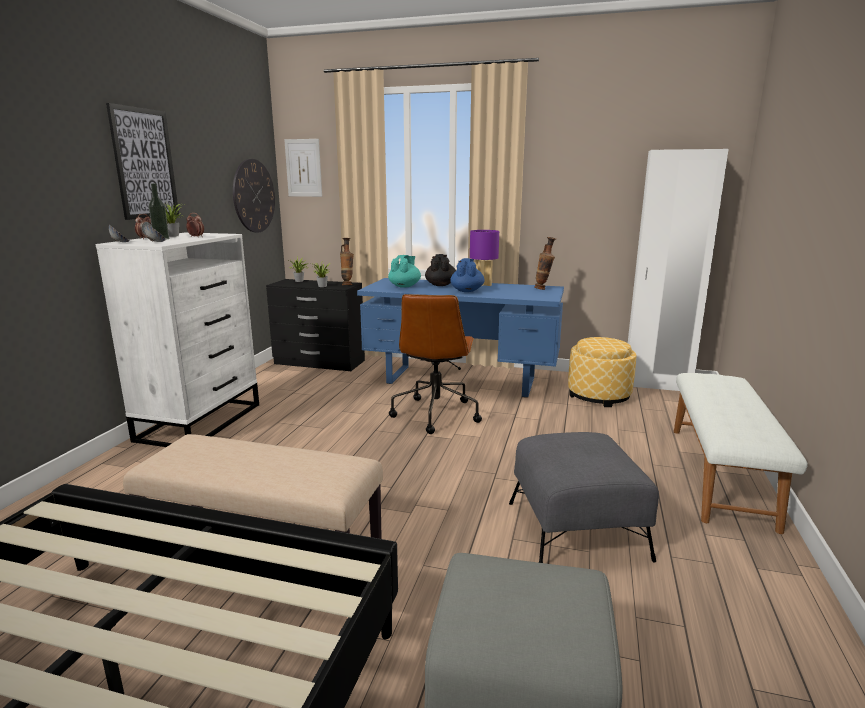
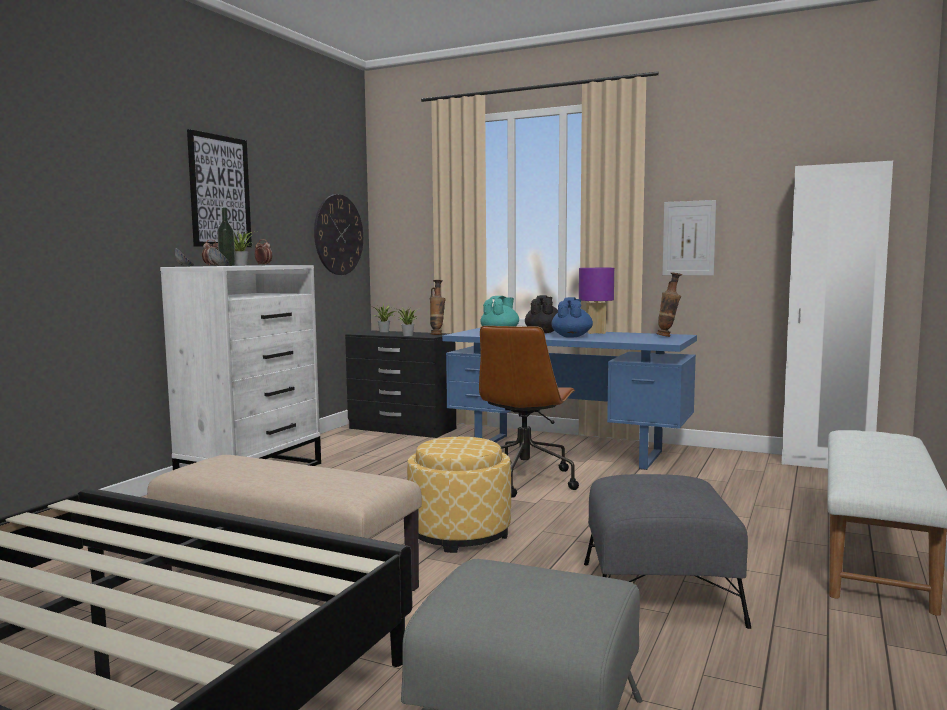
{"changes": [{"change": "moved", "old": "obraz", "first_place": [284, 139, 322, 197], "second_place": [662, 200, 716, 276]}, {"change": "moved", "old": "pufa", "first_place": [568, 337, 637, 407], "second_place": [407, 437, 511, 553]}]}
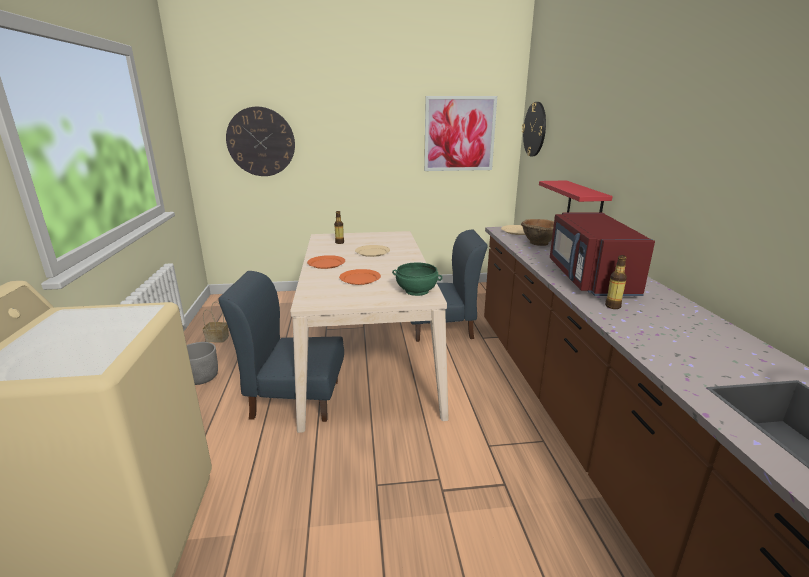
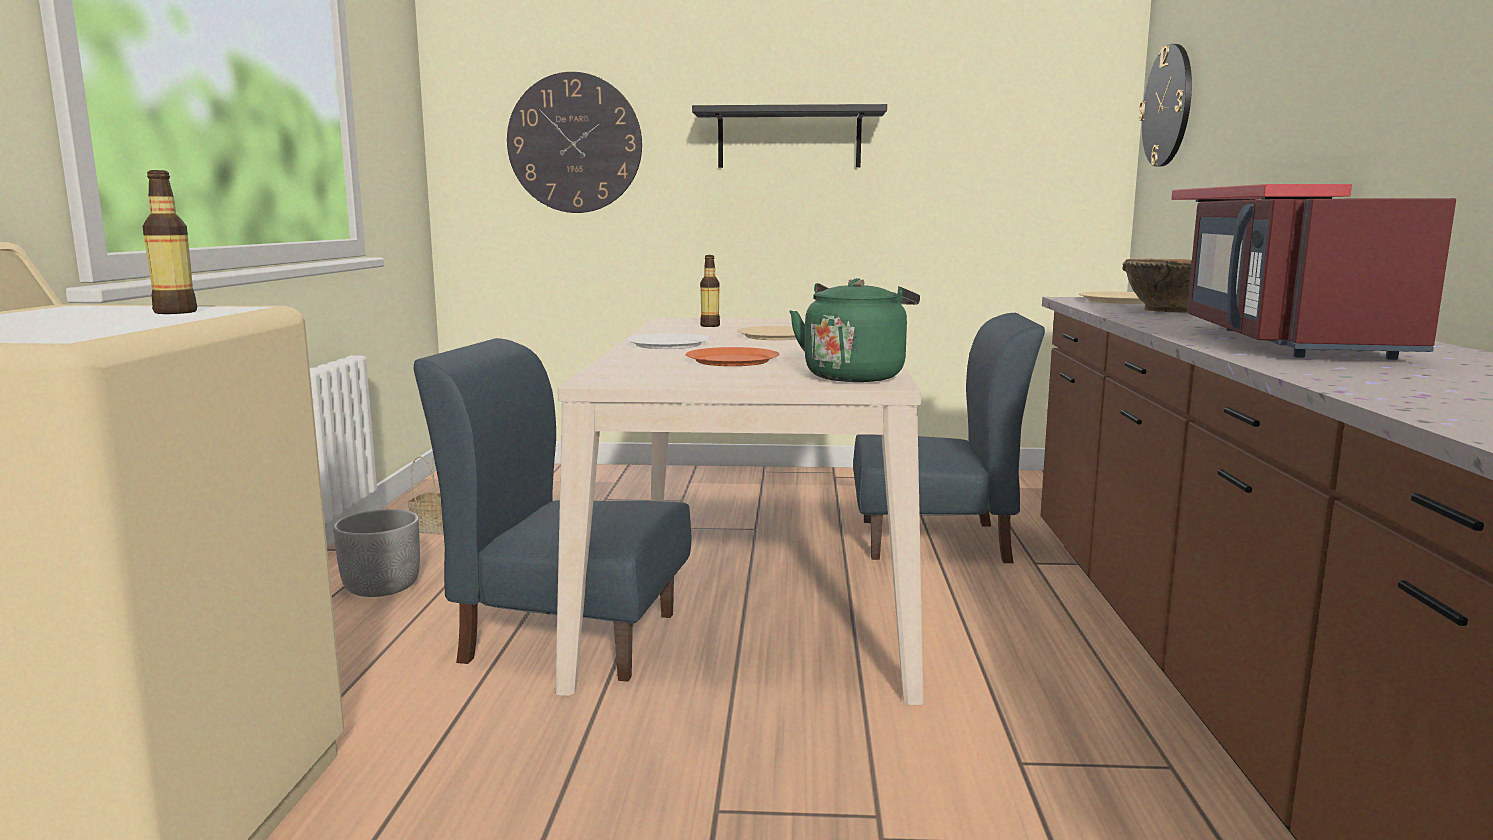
{"changes": [{"change": "recoloured", "old": "talerz [pomarańczowy]", "new": "talerz [biały]", "first_place": [307, 255, 345, 269], "second_place": [626, 333, 710, 349]}, {"change": "replaced", "old": "miska [zielony]", "new": "czajnik [zielony]", "first_place": [392, 263, 442, 296], "second_place": [789, 278, 920, 382]}, {"change": "removed", "old": "obraz", "first_place": [424, 96, 497, 171]}, {"change": "moved", "old": "butelka", "first_place": [605, 255, 627, 309], "second_place": [143, 170, 197, 314]}, {"change": "added", "new": "półka [czarny]", "second_place": [692, 104, 887, 168]}]}
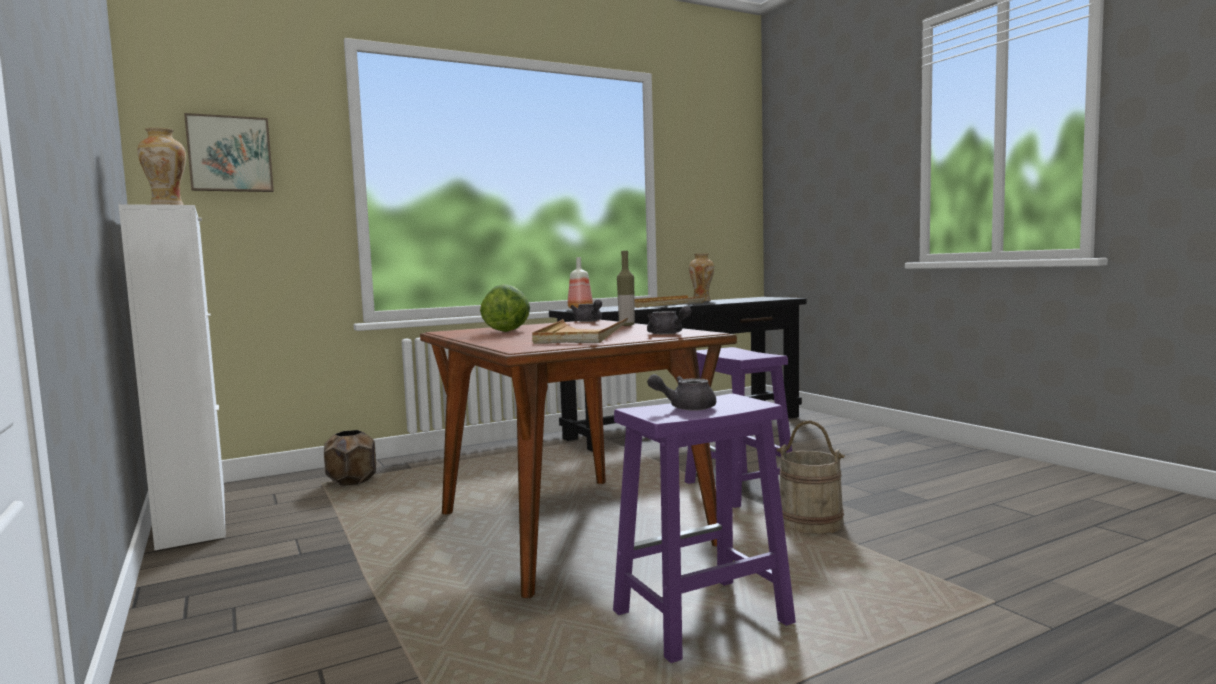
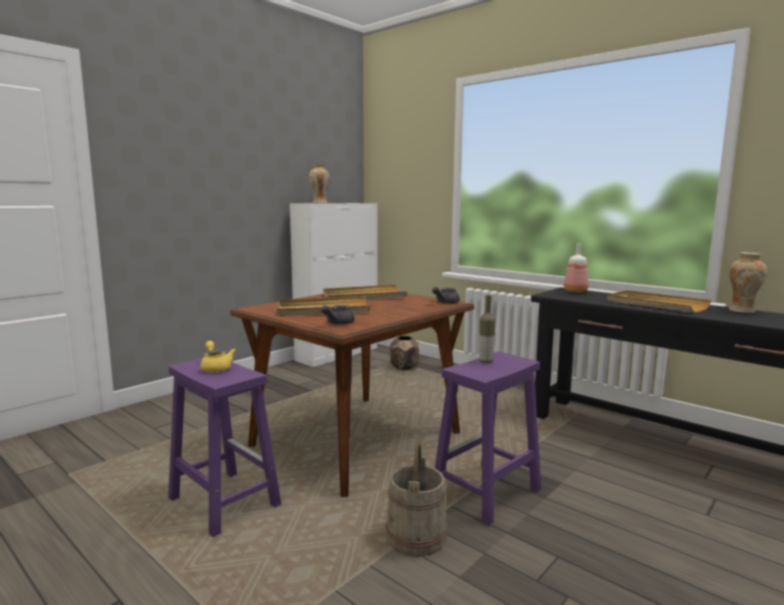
{"changes": [{"change": "removed", "old": "obraz", "first_place": [184, 113, 274, 192]}, {"change": "replaced", "old": "sałata", "new": "taca [beżowy]", "first_place": [480, 284, 530, 332], "second_place": [323, 285, 407, 300]}, {"change": "moved", "old": "butelka", "first_place": [617, 251, 635, 326], "second_place": [479, 295, 496, 363]}, {"change": "recoloured", "old": "imbryk [szary]", "new": "imbryk [żółty]", "first_place": [647, 374, 716, 411], "second_place": [200, 341, 236, 373]}]}
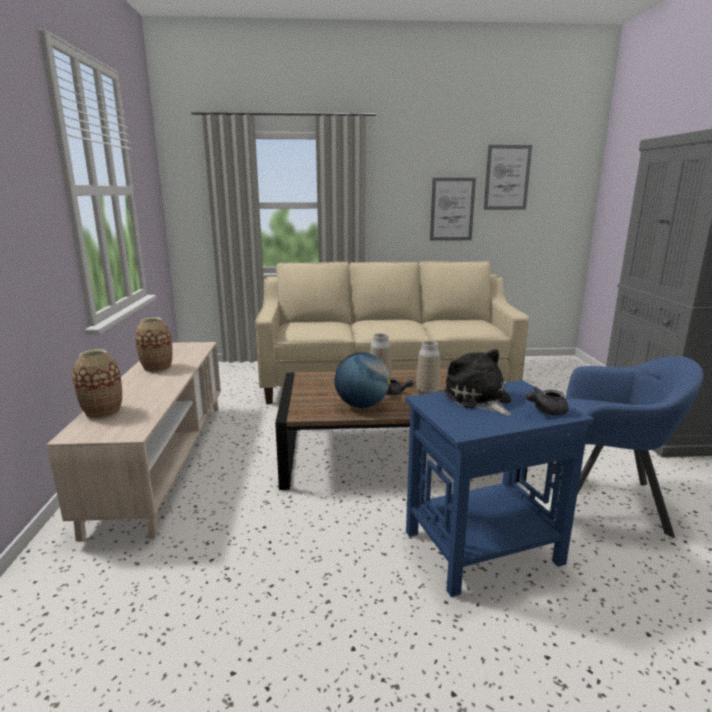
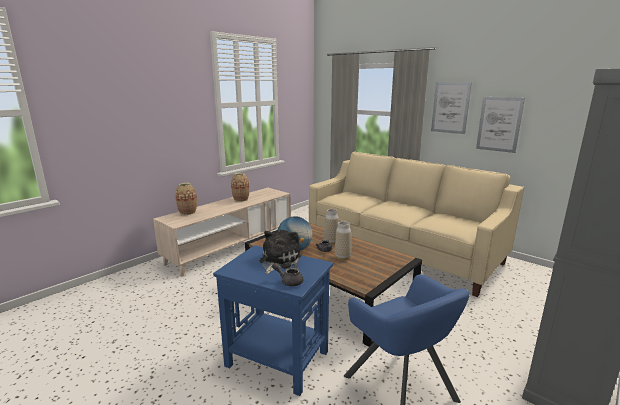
{"changes": [{"change": "moved", "old": "obraz", "first_place": [484, 145, 532, 210], "second_place": [431, 82, 472, 134]}]}
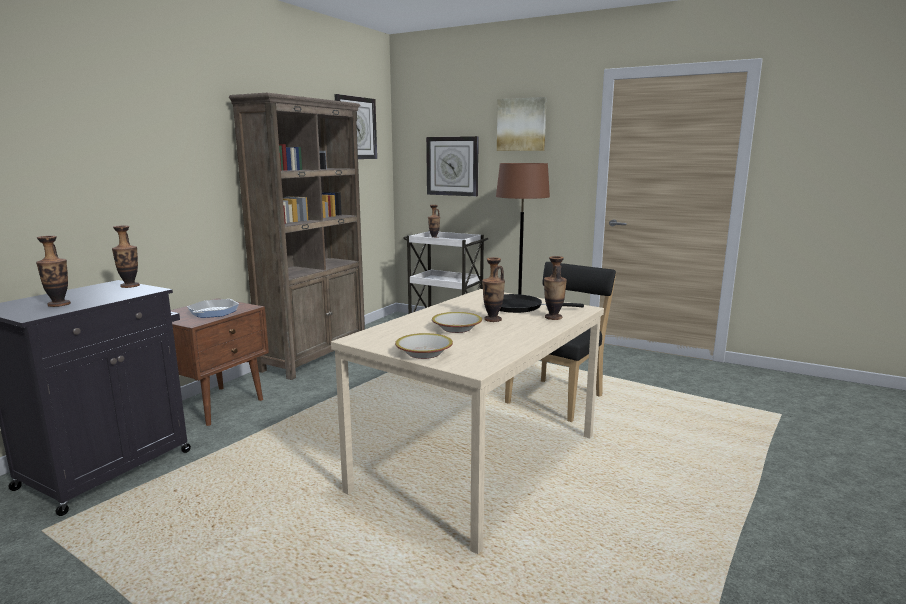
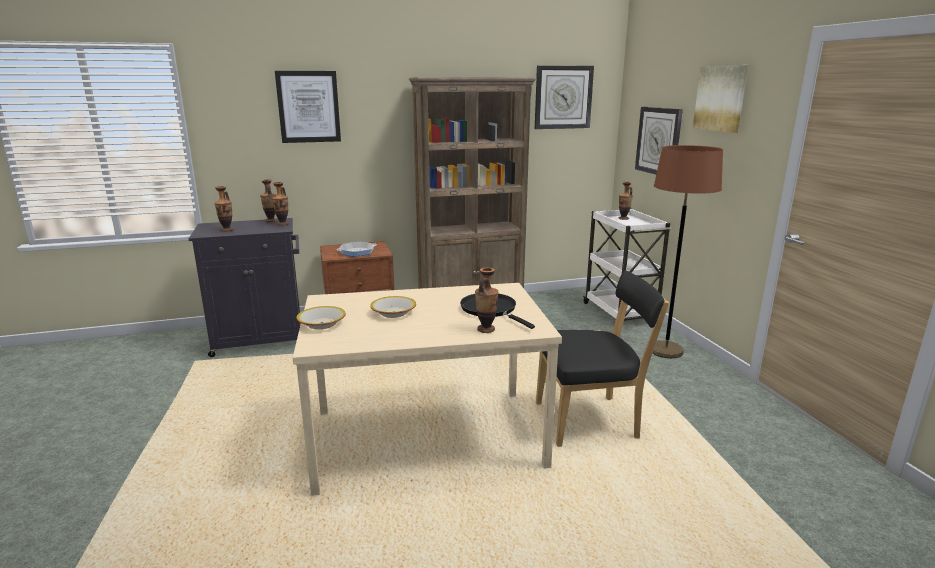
{"changes": [{"change": "moved", "old": "wazon", "first_place": [482, 257, 505, 322], "second_place": [260, 179, 277, 222]}, {"change": "added", "new": "obraz", "second_place": [275, 71, 341, 143]}]}
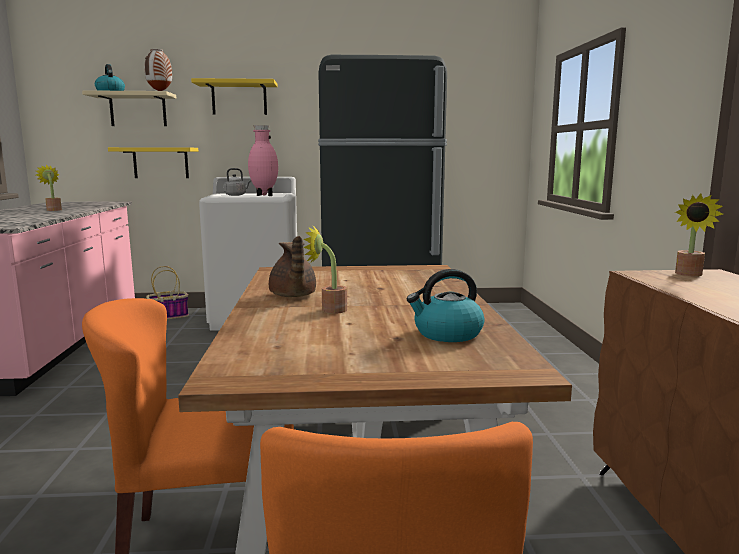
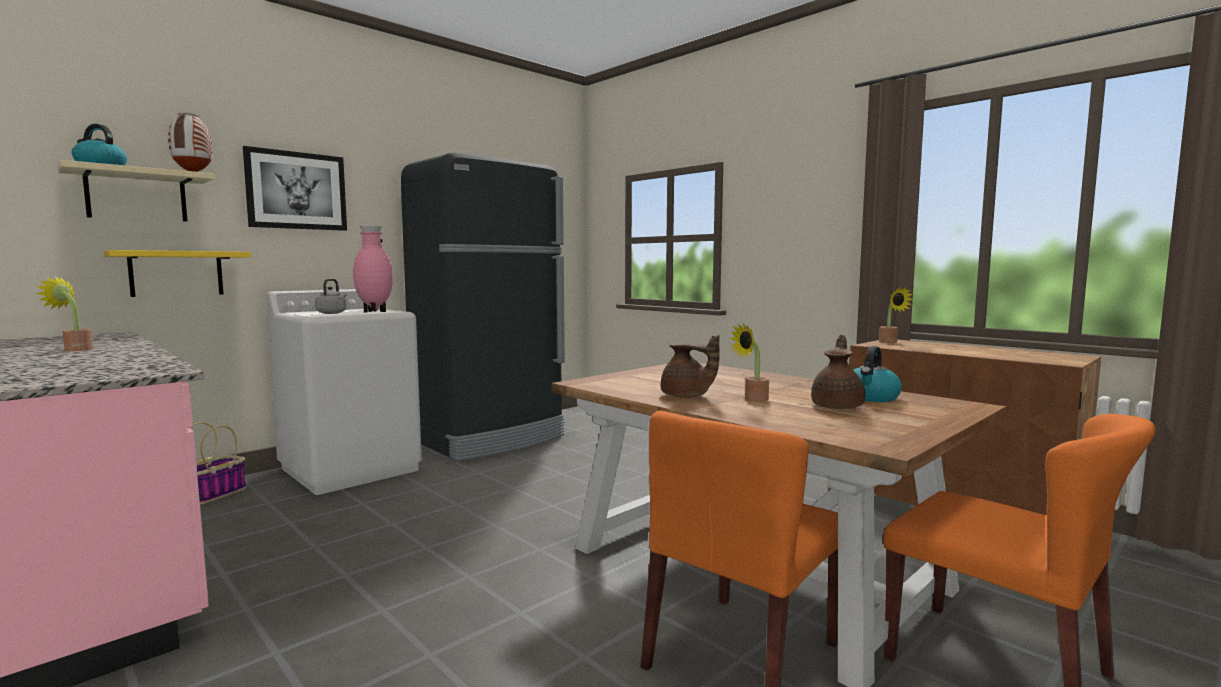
{"changes": [{"change": "replaced", "old": "półka [żółty]", "new": "obraz", "first_place": [191, 78, 277, 115], "second_place": [243, 146, 347, 231]}, {"change": "added", "new": "imbryk [brązowy]", "second_place": [811, 335, 865, 409]}]}
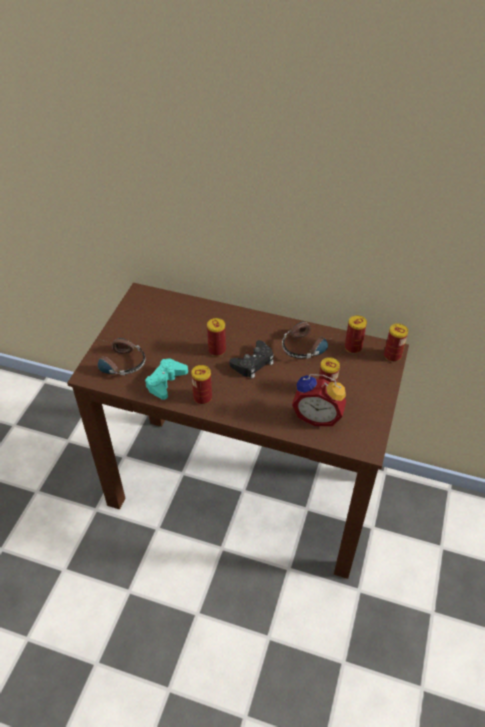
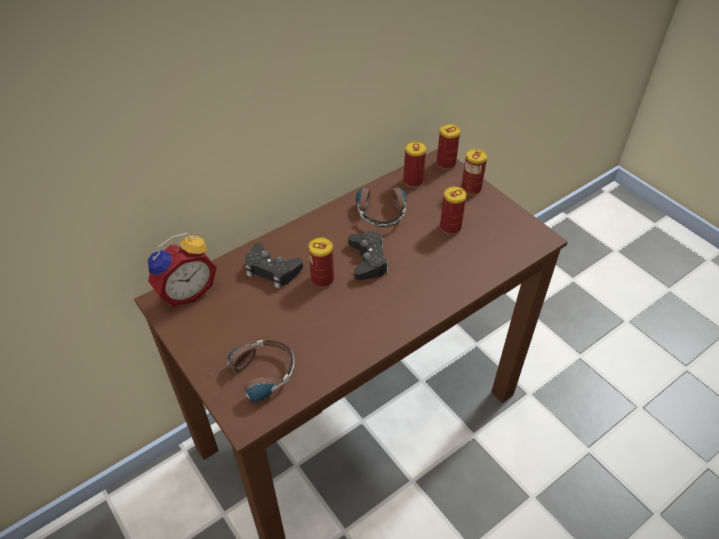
{"changes": [{"change": "removed", "old": "pad do gier [turkusowy]", "first_place": [145, 359, 188, 400]}, {"change": "moved", "old": "puszka", "first_place": [191, 365, 212, 404], "second_place": [461, 149, 487, 195]}, {"change": "moved", "old": "budzik", "first_place": [292, 374, 346, 426], "second_place": [148, 233, 217, 307]}, {"change": "added", "new": "pad do gier [czarny]", "second_place": [245, 243, 303, 288]}]}
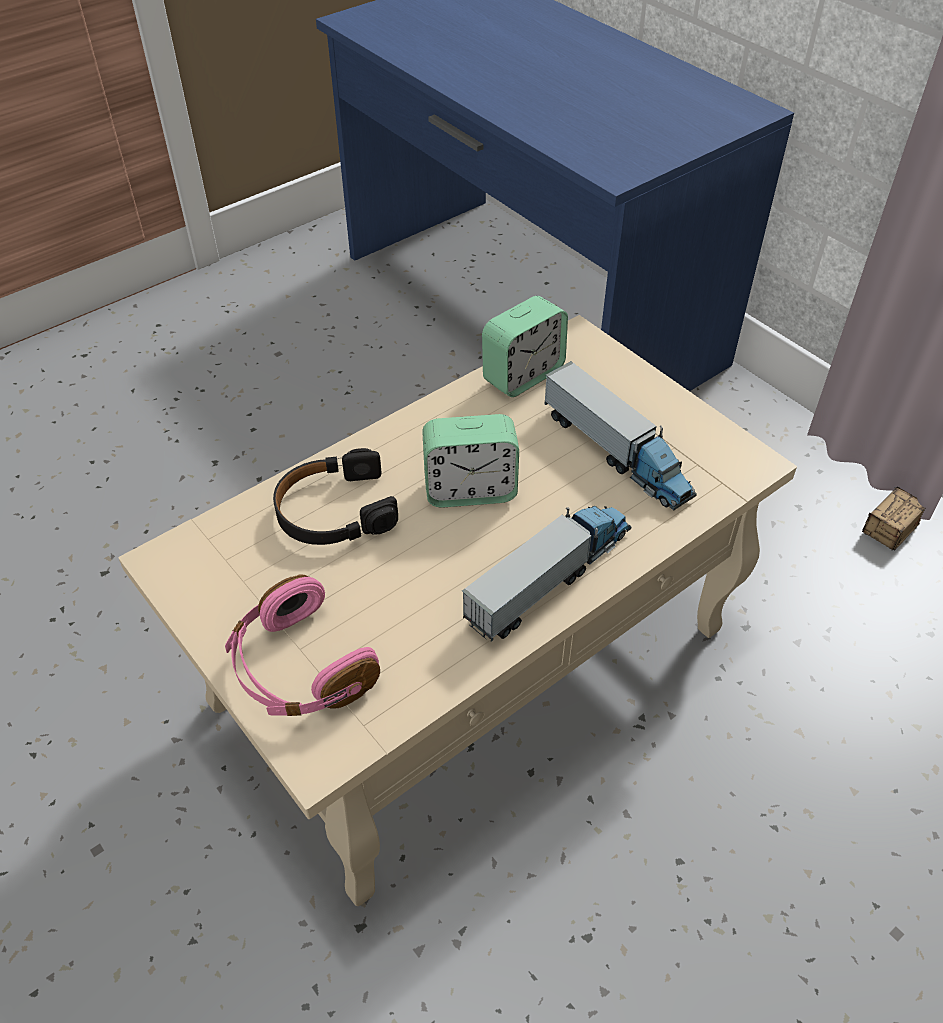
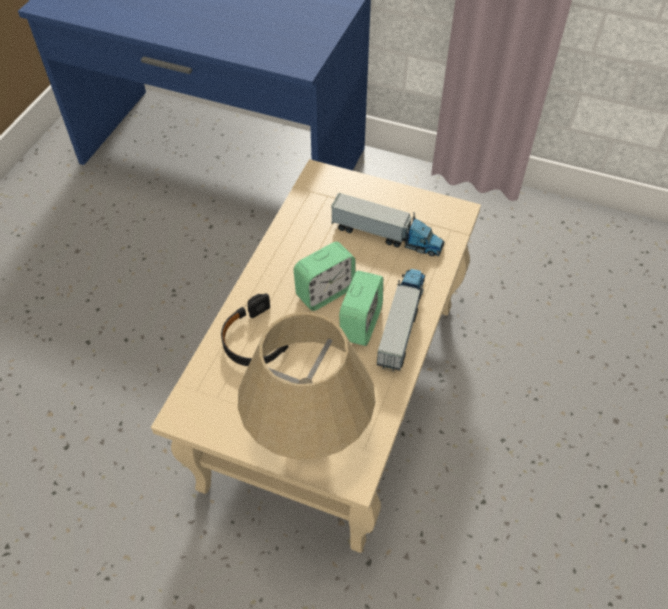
{"changes": [{"change": "replaced", "old": "słuchawki [różowy]", "new": "lampa stołowa [beżowy]", "first_place": [225, 574, 380, 716], "second_place": [238, 312, 376, 460]}, {"change": "moved", "old": "budzik", "first_place": [482, 296, 568, 397], "second_place": [339, 271, 383, 346]}, {"change": "removed", "old": "pojemnik do przechowywania", "first_place": [862, 487, 925, 550]}]}
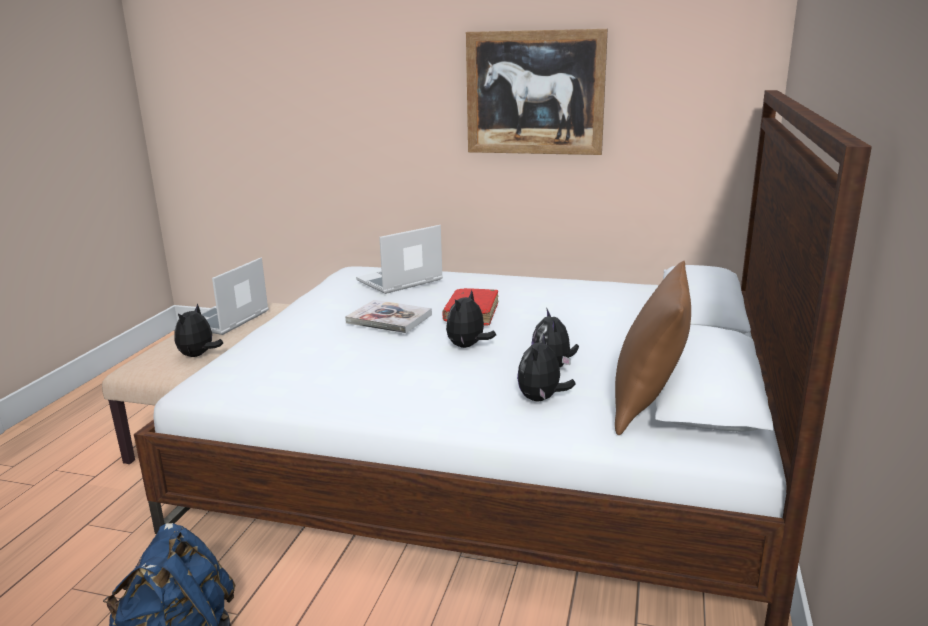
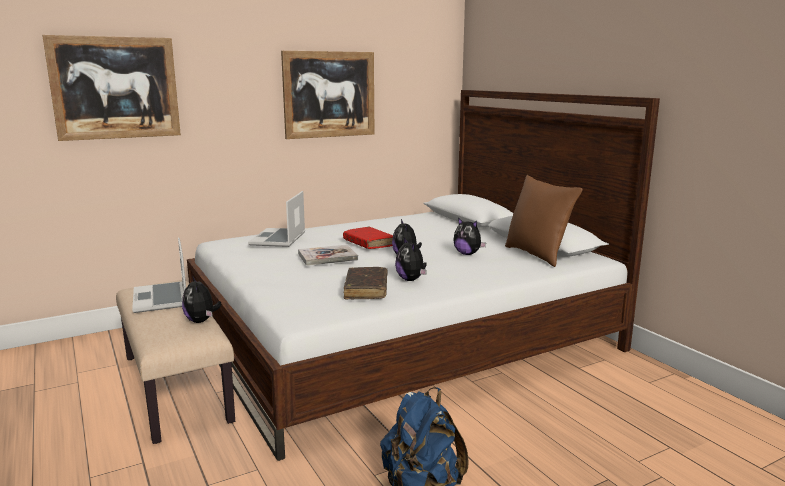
{"changes": [{"change": "moved", "old": "pluszak", "first_place": [517, 333, 576, 402], "second_place": [395, 238, 427, 281]}, {"change": "added", "new": "obraz", "second_place": [42, 35, 181, 141]}, {"change": "added", "new": "książka [brązowy]", "second_place": [344, 267, 387, 299]}]}
